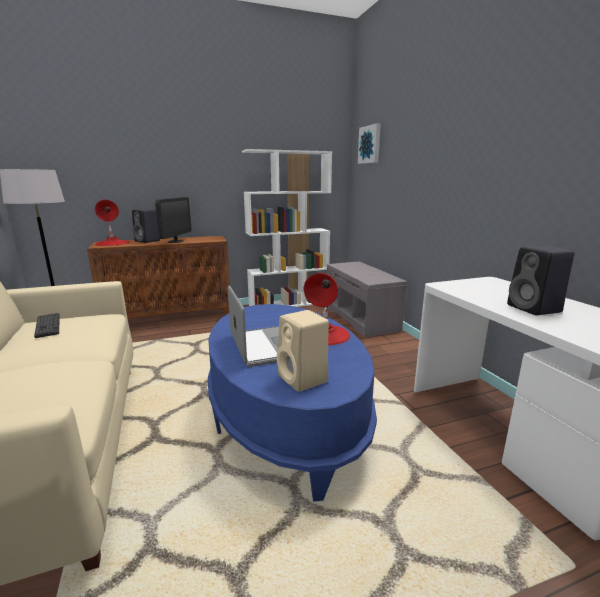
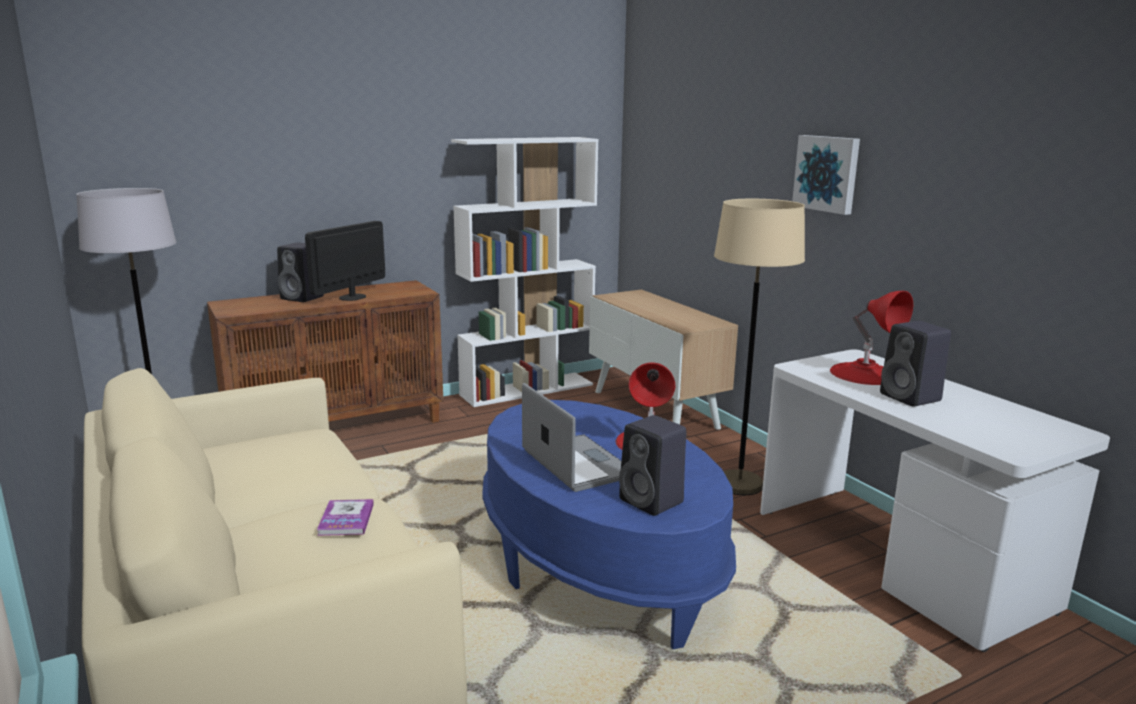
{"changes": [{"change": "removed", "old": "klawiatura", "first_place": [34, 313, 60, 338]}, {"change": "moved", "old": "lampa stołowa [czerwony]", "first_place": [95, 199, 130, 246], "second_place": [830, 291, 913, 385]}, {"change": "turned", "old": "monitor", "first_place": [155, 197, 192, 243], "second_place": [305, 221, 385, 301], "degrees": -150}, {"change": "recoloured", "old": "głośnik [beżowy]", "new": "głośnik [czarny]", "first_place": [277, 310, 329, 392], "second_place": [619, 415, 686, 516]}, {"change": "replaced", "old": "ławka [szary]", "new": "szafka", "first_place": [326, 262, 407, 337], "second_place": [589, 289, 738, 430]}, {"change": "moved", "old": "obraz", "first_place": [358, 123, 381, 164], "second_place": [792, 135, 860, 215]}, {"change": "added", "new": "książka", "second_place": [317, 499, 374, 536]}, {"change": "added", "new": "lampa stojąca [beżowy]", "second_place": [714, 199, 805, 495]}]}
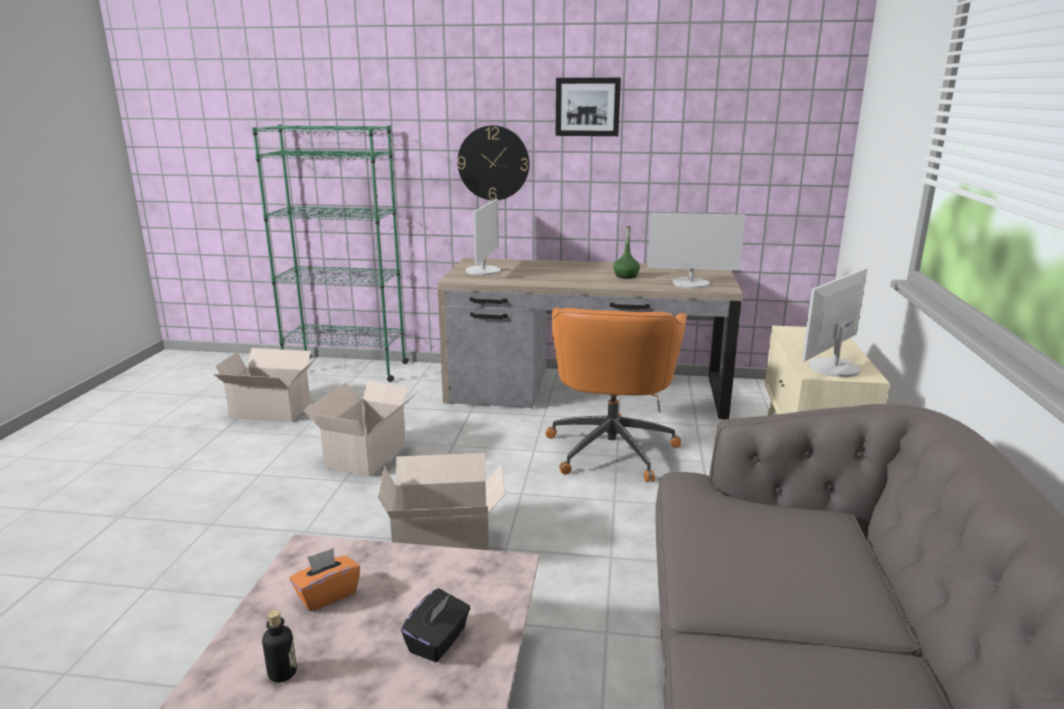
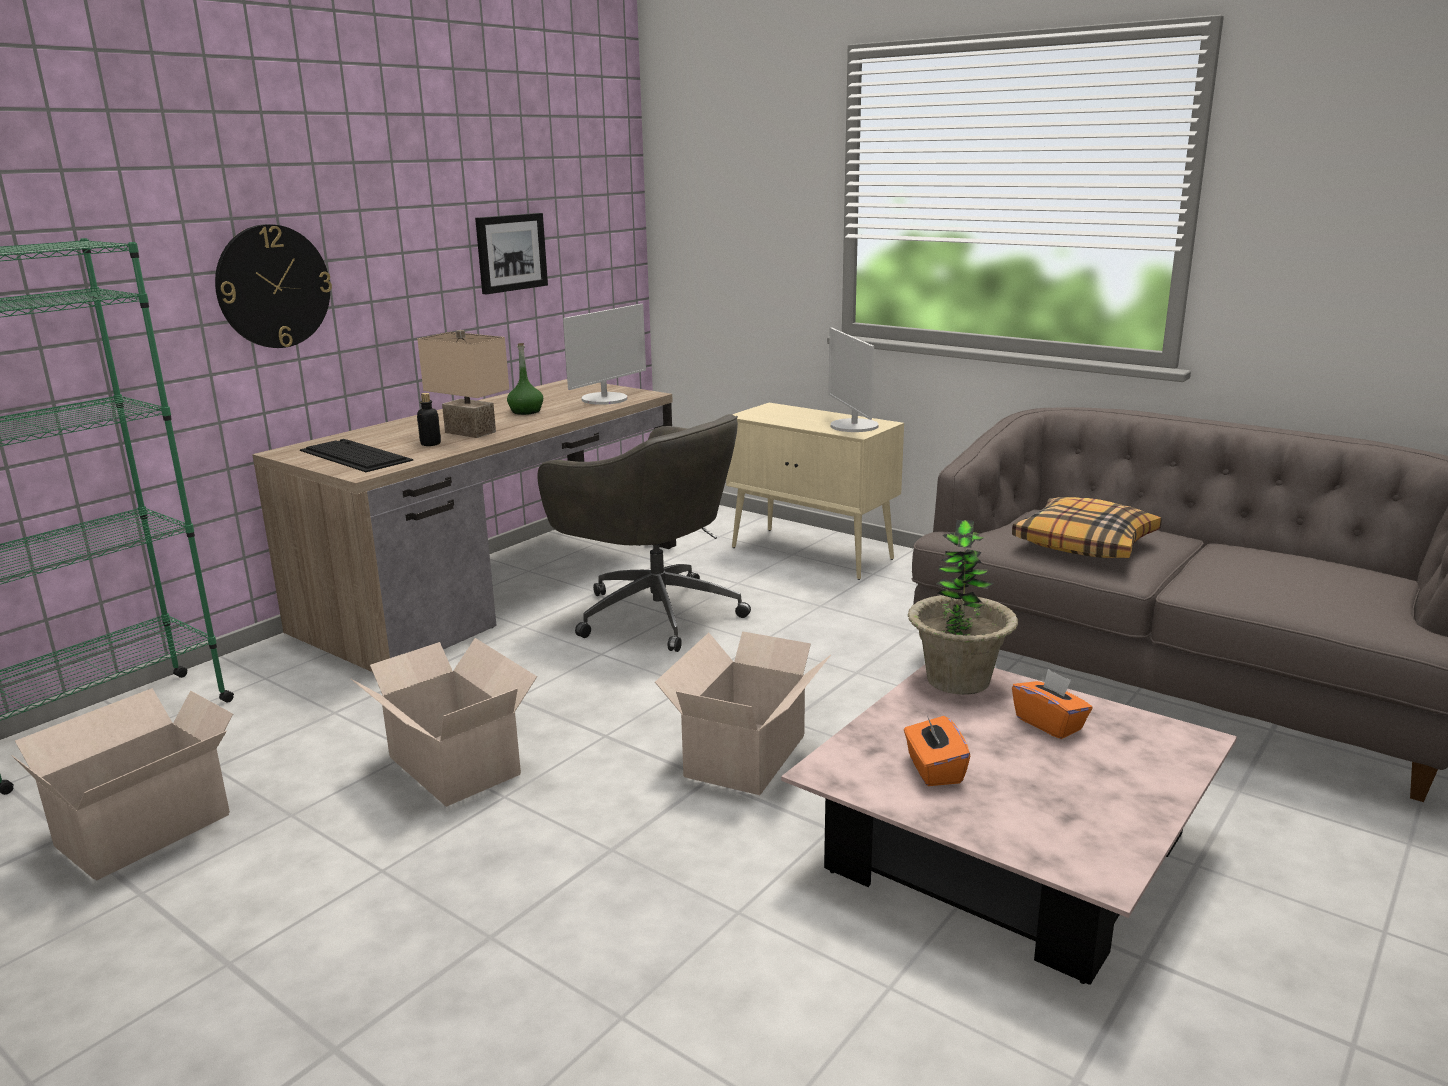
{"changes": [{"change": "moved", "old": "butelka", "first_place": [262, 610, 297, 682], "second_place": [417, 393, 441, 446]}, {"change": "recoloured", "old": "pudełko chusteczek [czarny]", "new": "pudełko chusteczek [pomarańczowy]", "first_place": [401, 588, 470, 662], "second_place": [1012, 669, 1093, 739]}, {"change": "replaced", "old": "monitor", "new": "klawiatura", "first_place": [466, 199, 501, 275], "second_place": [300, 439, 413, 472]}, {"change": "recoloured", "old": "krzesło biurowe [pomarańczowy]", "new": "krzesło biurowe [szary]", "first_place": [545, 307, 686, 482], "second_place": [537, 414, 751, 652]}, {"change": "moved", "old": "obraz", "first_place": [556, 78, 621, 136], "second_place": [475, 213, 548, 294]}, {"change": "added", "new": "lampa stołowa [beżowy]", "second_place": [417, 330, 509, 438]}, {"change": "added", "new": "roślina doniczkowa", "second_place": [908, 520, 1018, 695]}, {"change": "added", "new": "poduszka", "second_place": [1012, 497, 1162, 558]}]}
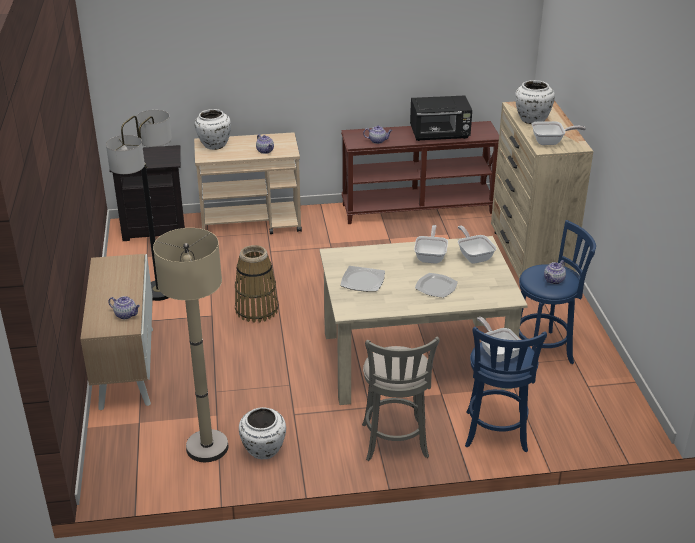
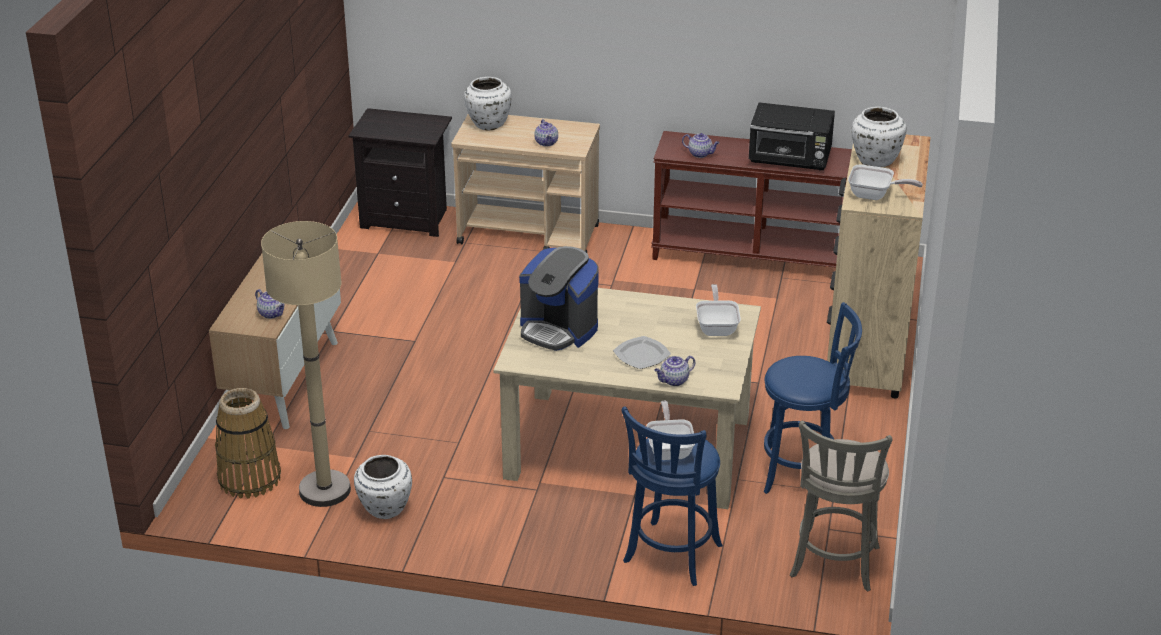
{"changes": [{"change": "removed", "old": "lampa stojąca", "first_place": [106, 110, 172, 301]}, {"change": "moved", "old": "koszyk", "first_place": [235, 245, 278, 323], "second_place": [215, 388, 281, 498]}, {"change": "replaced", "old": "talerz", "new": "ekspres do kawy", "first_place": [340, 266, 385, 292], "second_place": [519, 246, 599, 351]}, {"change": "moved", "old": "stołek [szary]", "first_place": [362, 337, 440, 461], "second_place": [790, 421, 892, 592]}, {"change": "removed", "old": "patelnia", "first_place": [414, 225, 448, 264]}, {"change": "moved", "old": "imbryk", "first_place": [544, 260, 566, 284], "second_place": [654, 356, 695, 386]}]}
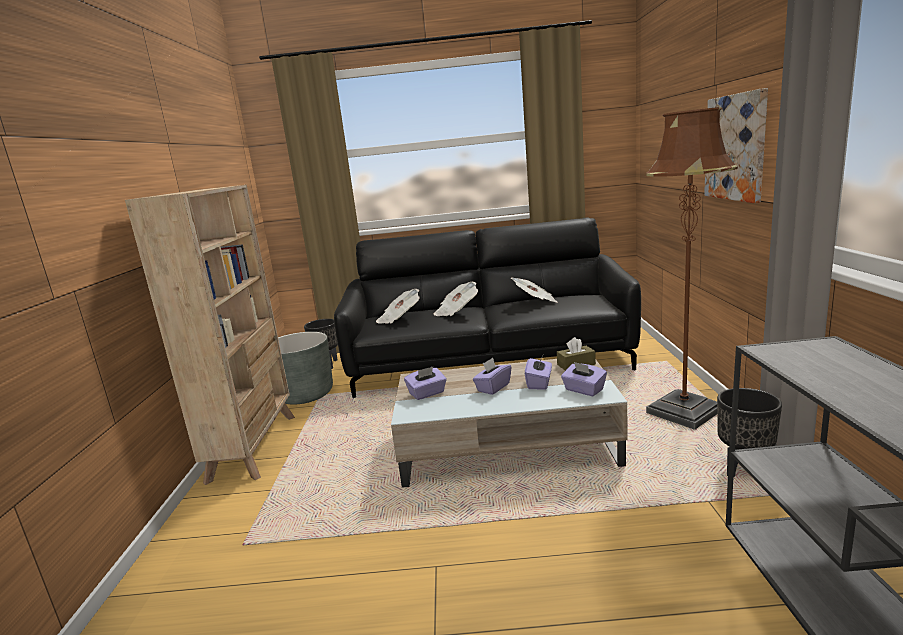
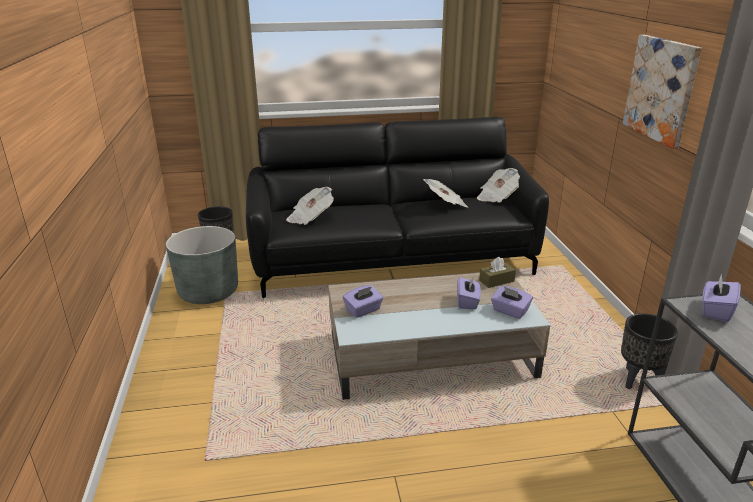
{"changes": [{"change": "removed", "old": "regał [beżowy]", "first_place": [125, 185, 295, 485]}, {"change": "moved", "old": "gazeta", "first_place": [434, 282, 478, 316], "second_place": [477, 168, 520, 203]}, {"change": "moved", "old": "pudełko chusteczek [fioletowy]", "first_place": [473, 358, 511, 395], "second_place": [702, 274, 740, 322]}, {"change": "removed", "old": "lampa stojąca [brązowy]", "first_place": [646, 107, 738, 430]}]}
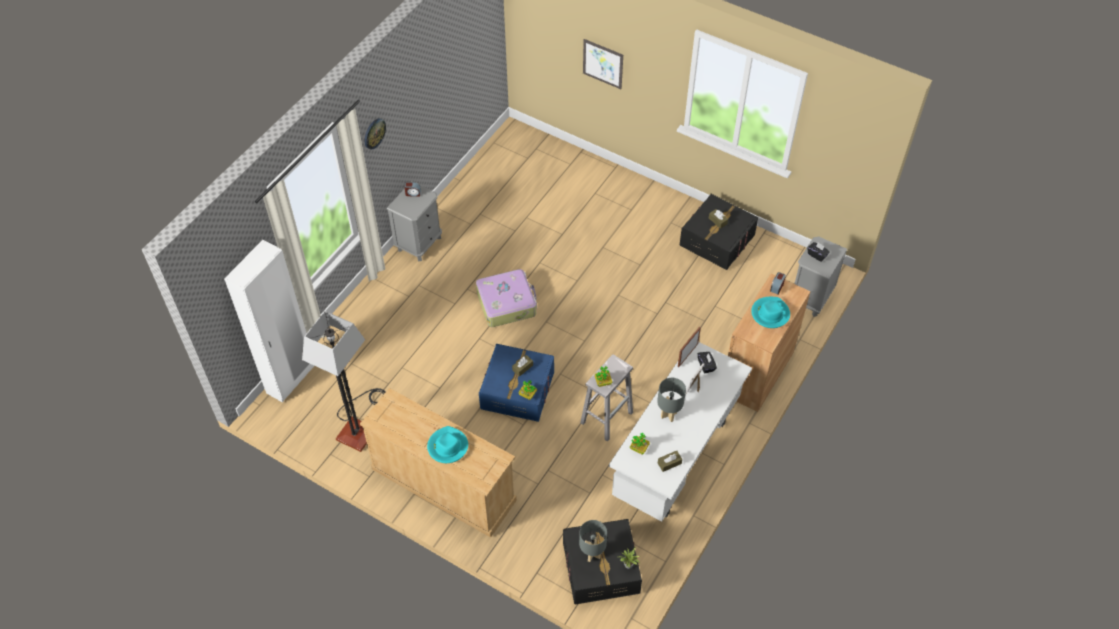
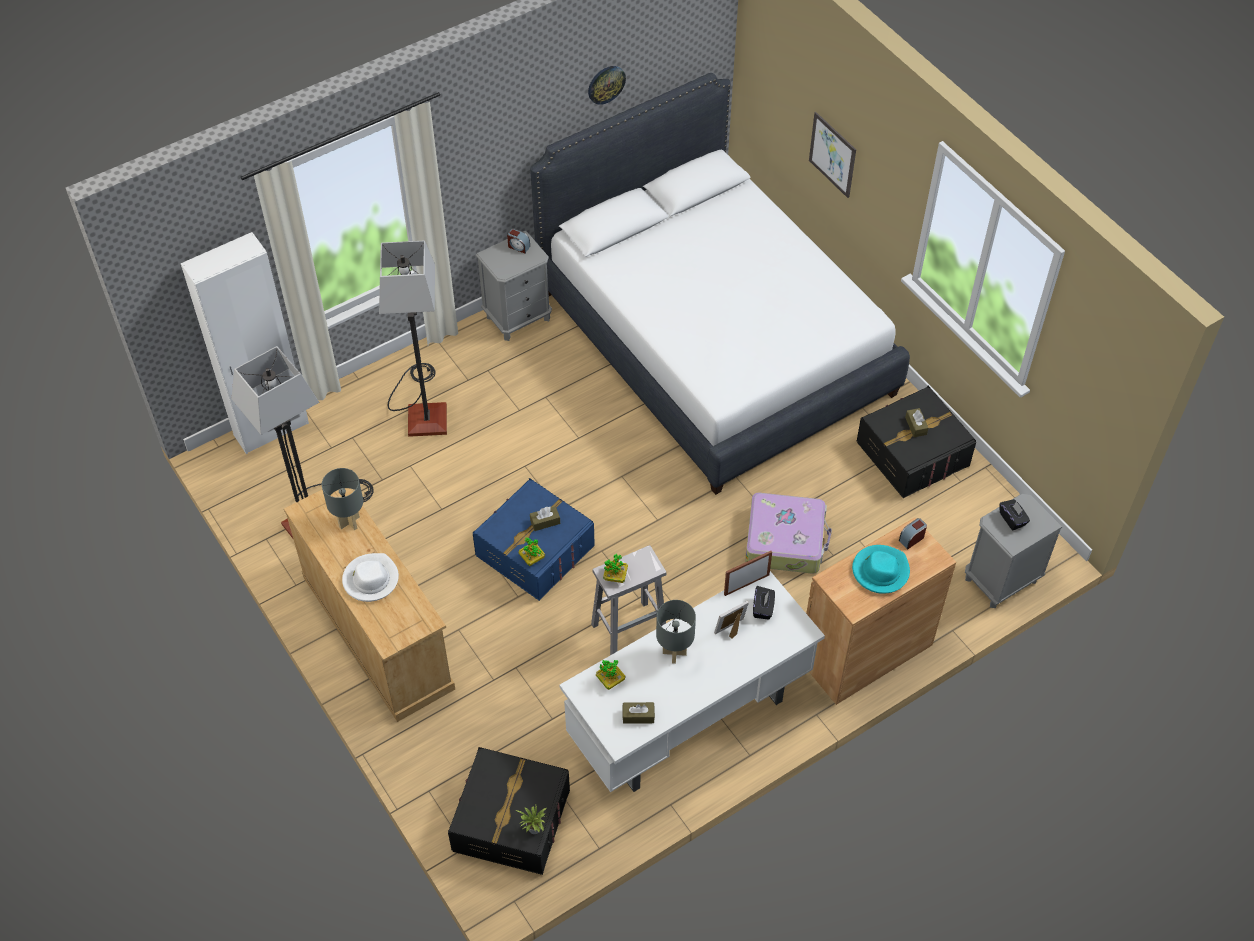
{"changes": [{"change": "moved", "old": "zegar ścienny", "first_place": [365, 118, 386, 149], "second_place": [588, 66, 626, 105]}, {"change": "recoloured", "old": "kapelusz [turkusowy]", "new": "kapelusz [biały]", "first_place": [427, 426, 468, 463], "second_place": [342, 553, 399, 602]}, {"change": "moved", "old": "walizka", "first_place": [476, 269, 537, 327], "second_place": [745, 493, 832, 574]}, {"change": "moved", "old": "lampa stołowa [szary]", "first_place": [579, 520, 607, 562], "second_place": [322, 468, 363, 530]}, {"change": "added", "new": "lampa stojąca", "second_place": [379, 241, 447, 437]}, {"change": "added", "new": "łóżko [biały]", "second_place": [530, 73, 910, 495]}]}
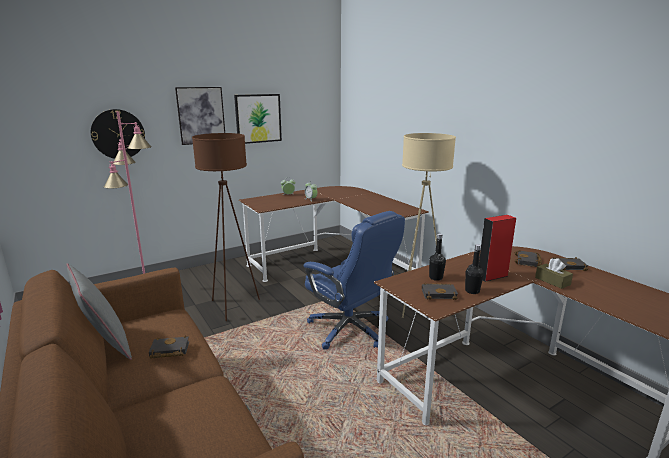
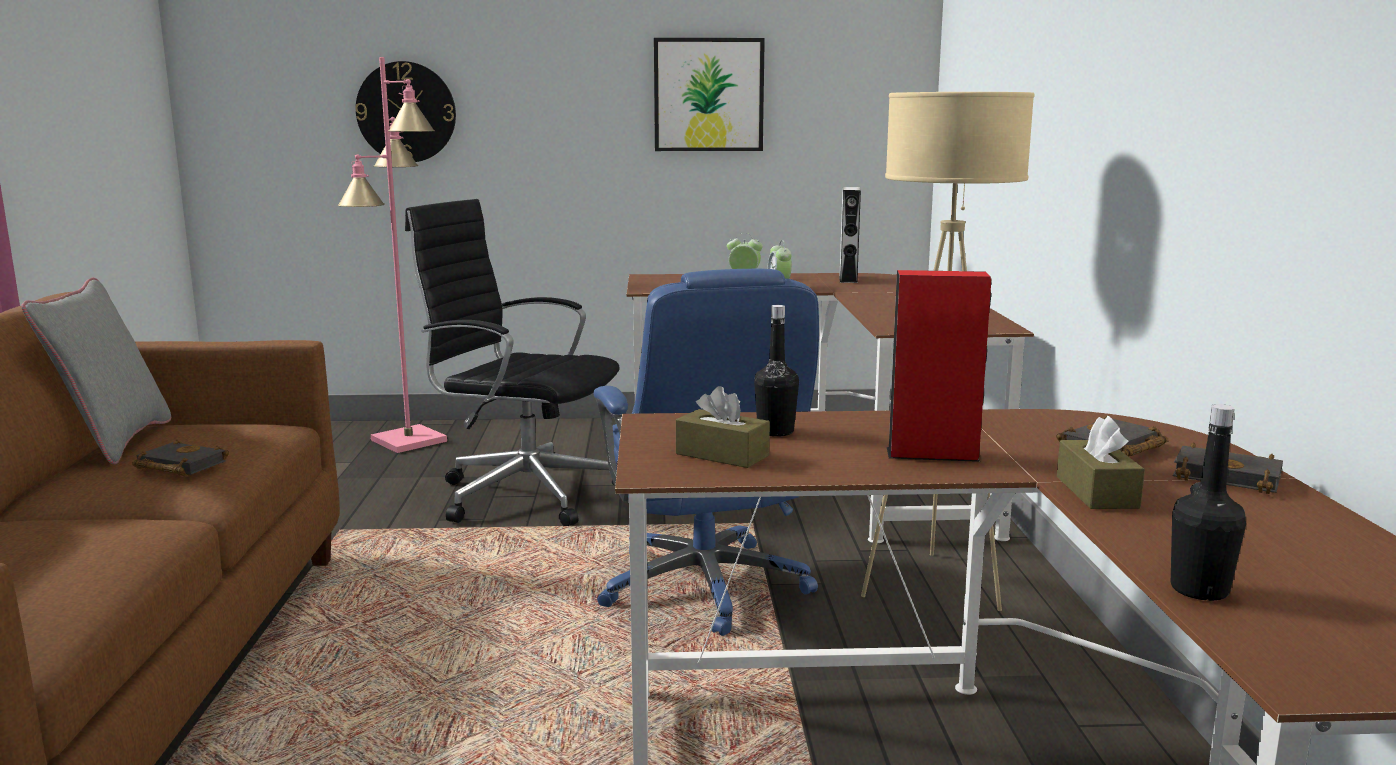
{"changes": [{"change": "removed", "old": "obraz", "first_place": [175, 87, 225, 145]}, {"change": "replaced", "old": "lampa stojąca [brązowy]", "new": "krzesło biurowe [czarny]", "first_place": [192, 133, 260, 321], "second_place": [405, 199, 620, 526]}, {"change": "replaced", "old": "książka [czarny]", "new": "pudełko chusteczek [brązowy]", "first_place": [422, 283, 458, 300], "second_place": [676, 386, 770, 468]}, {"change": "moved", "old": "butelka [czarny]", "first_place": [465, 244, 484, 294], "second_place": [1171, 404, 1246, 601]}, {"change": "added", "new": "głośnik [szary]", "second_place": [839, 187, 861, 283]}]}
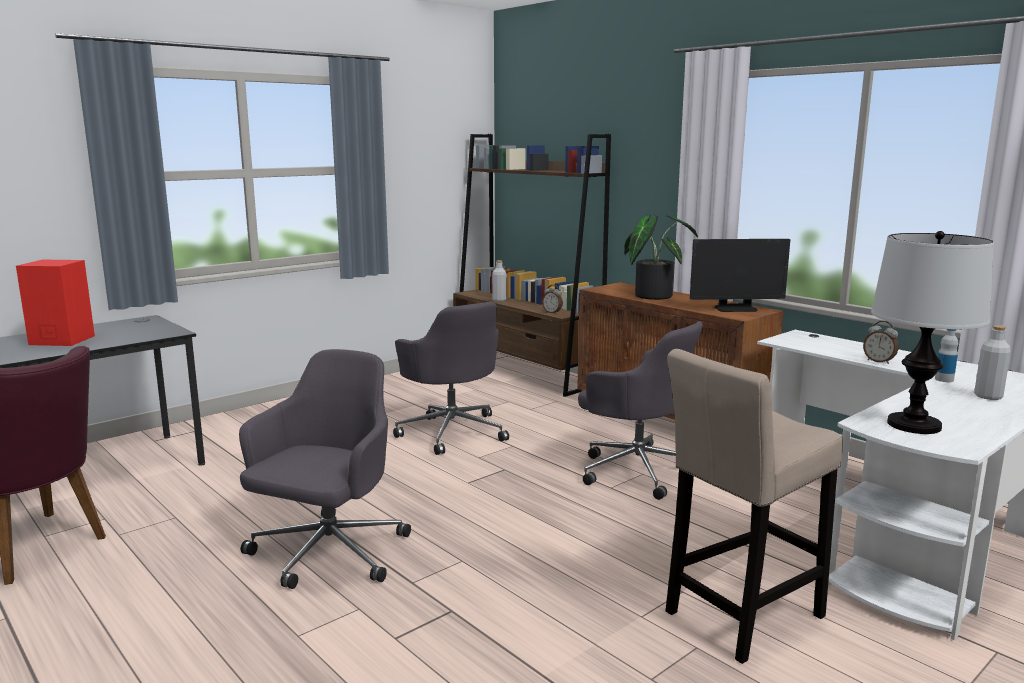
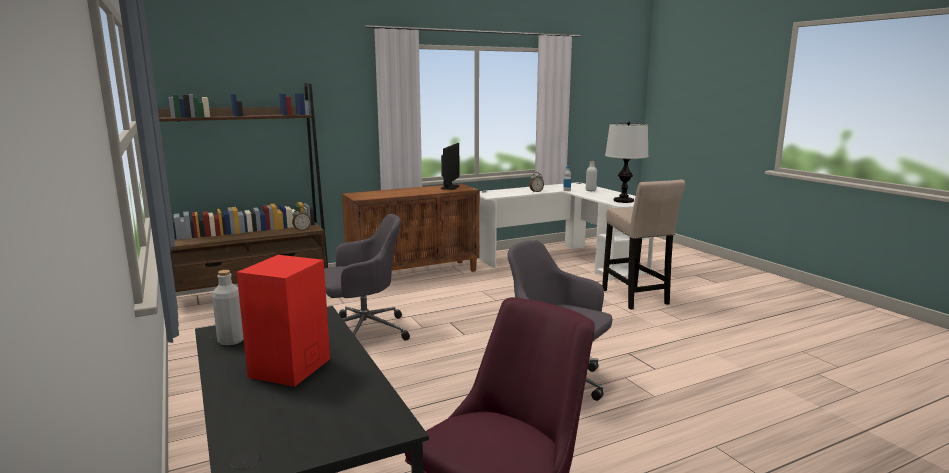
{"changes": [{"change": "moved", "old": "butelka [szary]", "first_place": [492, 260, 506, 302], "second_place": [212, 270, 244, 345]}, {"change": "removed", "old": "krzesło biurowe [szary]", "first_place": [578, 321, 703, 500]}, {"change": "removed", "old": "roślina doniczkowa", "first_place": [624, 214, 698, 300]}]}
